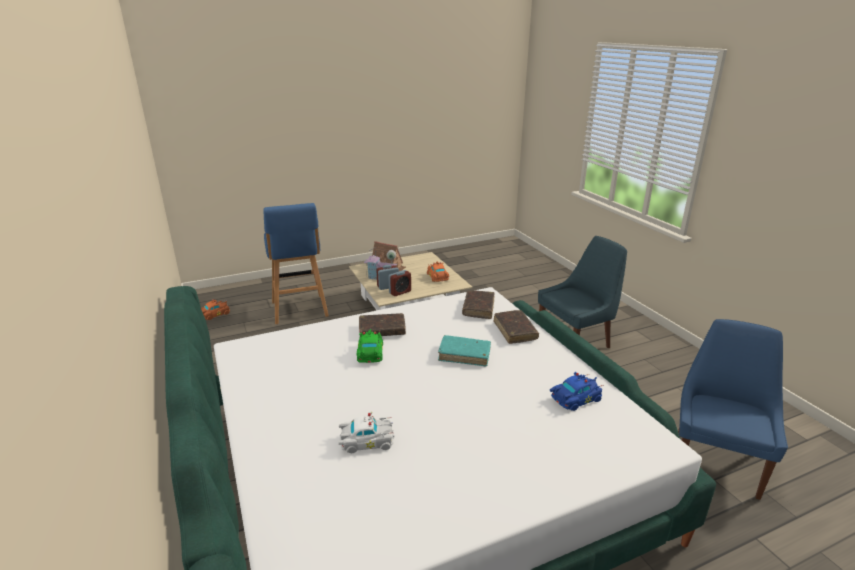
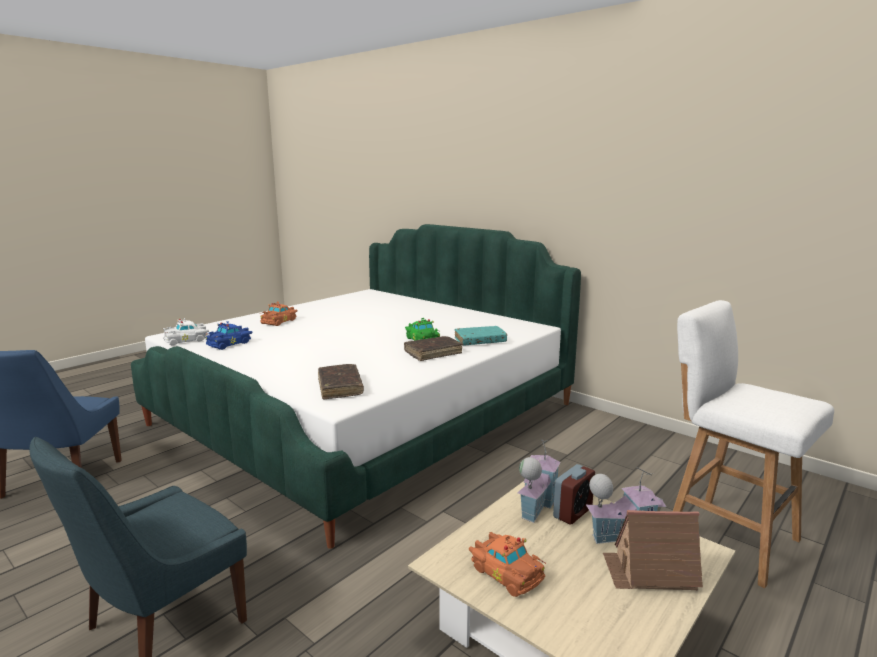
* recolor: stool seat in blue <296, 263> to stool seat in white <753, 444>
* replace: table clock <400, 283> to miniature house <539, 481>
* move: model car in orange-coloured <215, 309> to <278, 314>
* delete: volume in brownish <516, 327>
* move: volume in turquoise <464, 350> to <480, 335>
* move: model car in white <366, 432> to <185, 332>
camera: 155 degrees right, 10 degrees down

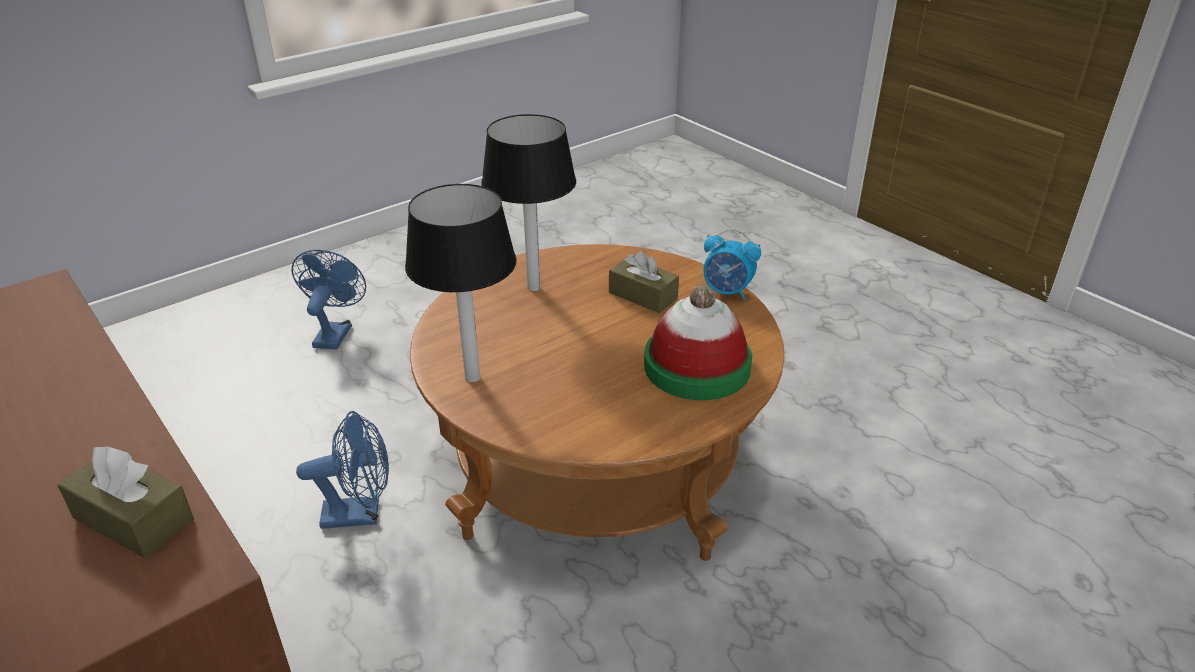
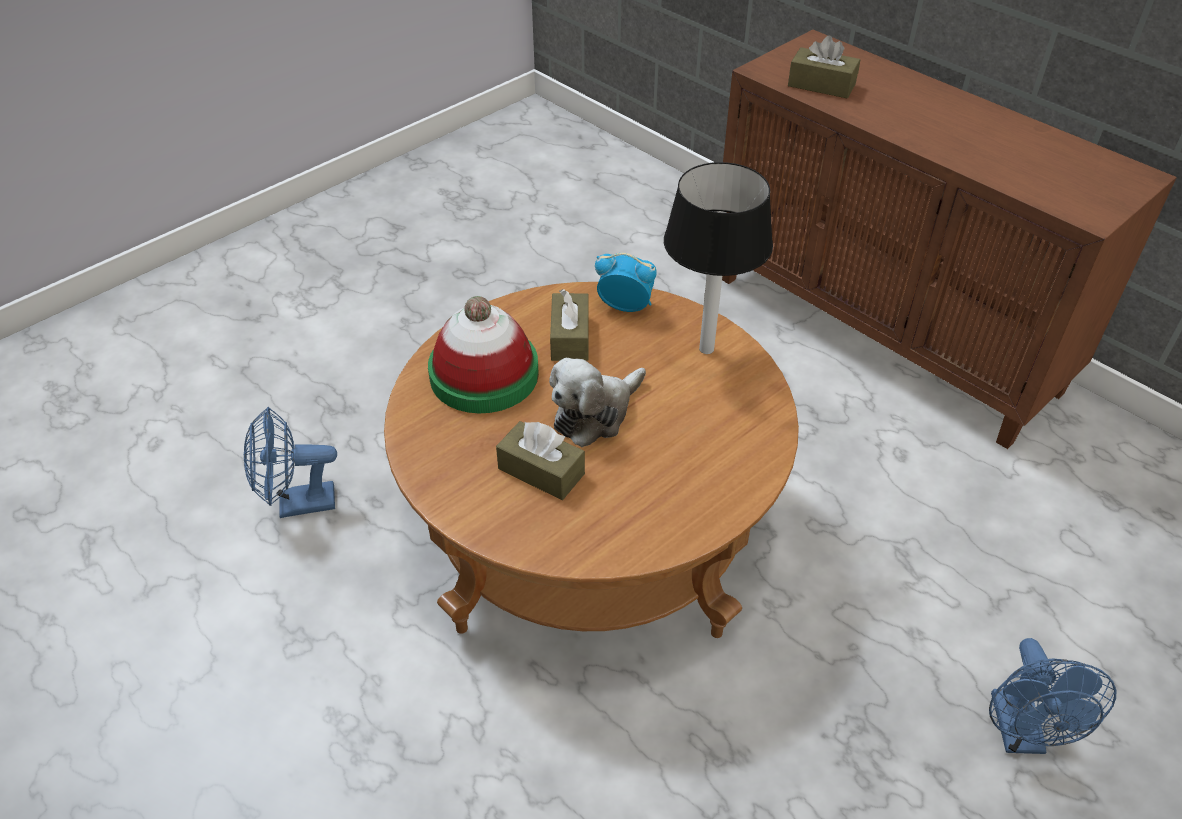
* delete: table lamp <528, 202>
* move: table clock <732, 265> to <626, 282>
* move: electric fan in blue <342, 470> to <290, 462>
* insert: box of tissues in brownish <569, 325>
* insert: plush toy <597, 402>
camera: 175 degrees right, 10 degrees up

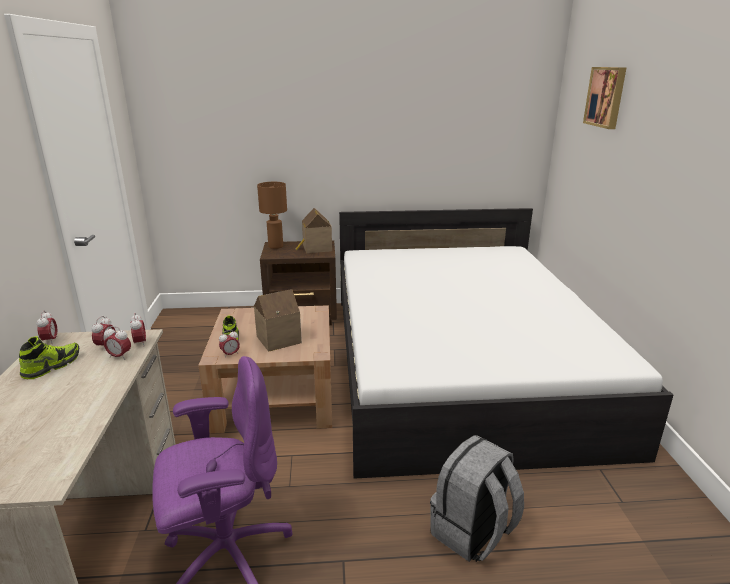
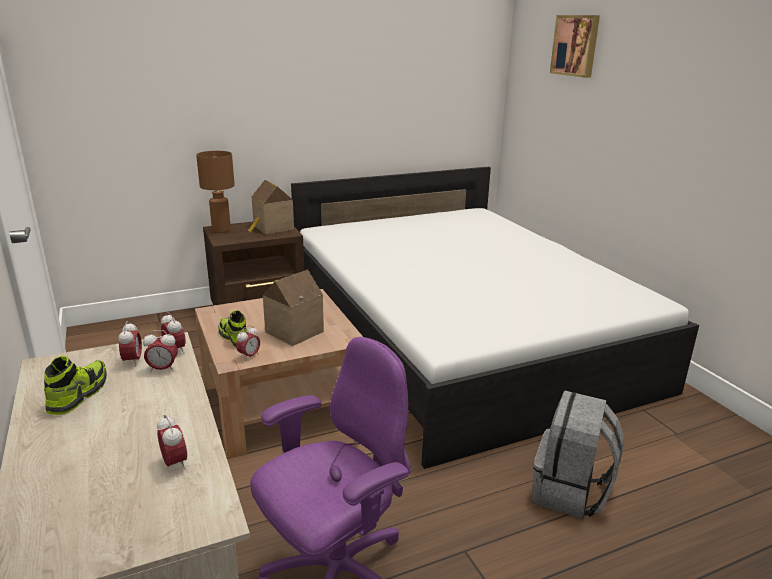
* move: table clock <47, 327> to <172, 442>
camera: 20 degrees left, 0 degrees up

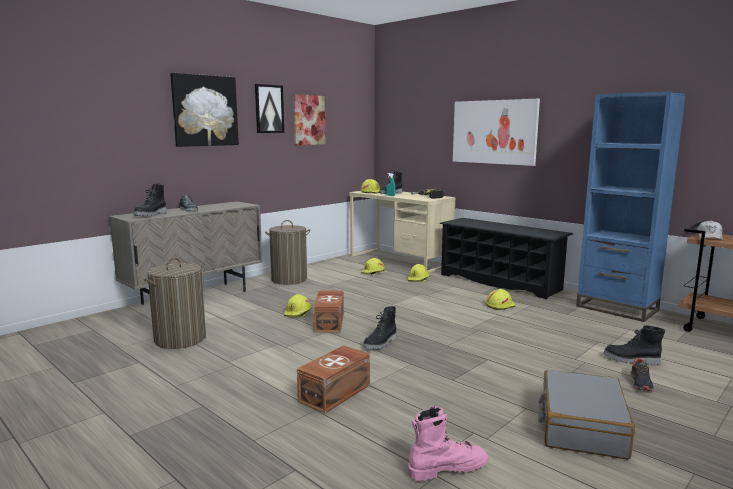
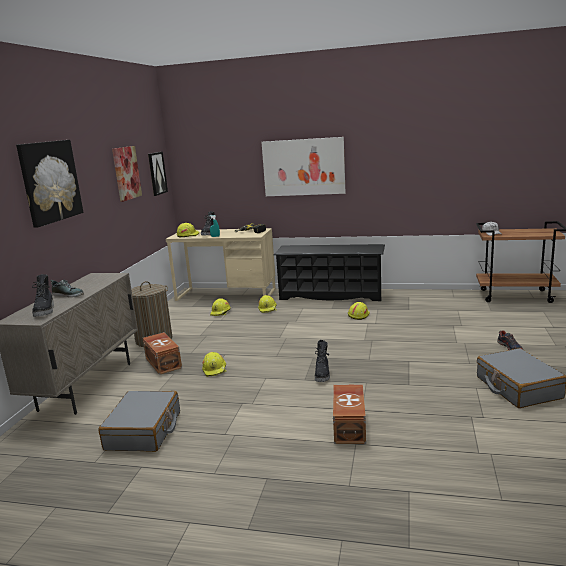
* move: picture <269, 108> to <158, 174>
* delete: bookshelf in blue <631, 206>
* replace: washing basket <175, 303> to travel case in grey <139, 421>
* move: storage container in brownish <328, 311> to <162, 353>
* delete: tall boot in black <634, 345>
* delete: tall boot in pinkish <448, 443>
camera: 30 degrees left, 5 degrees up

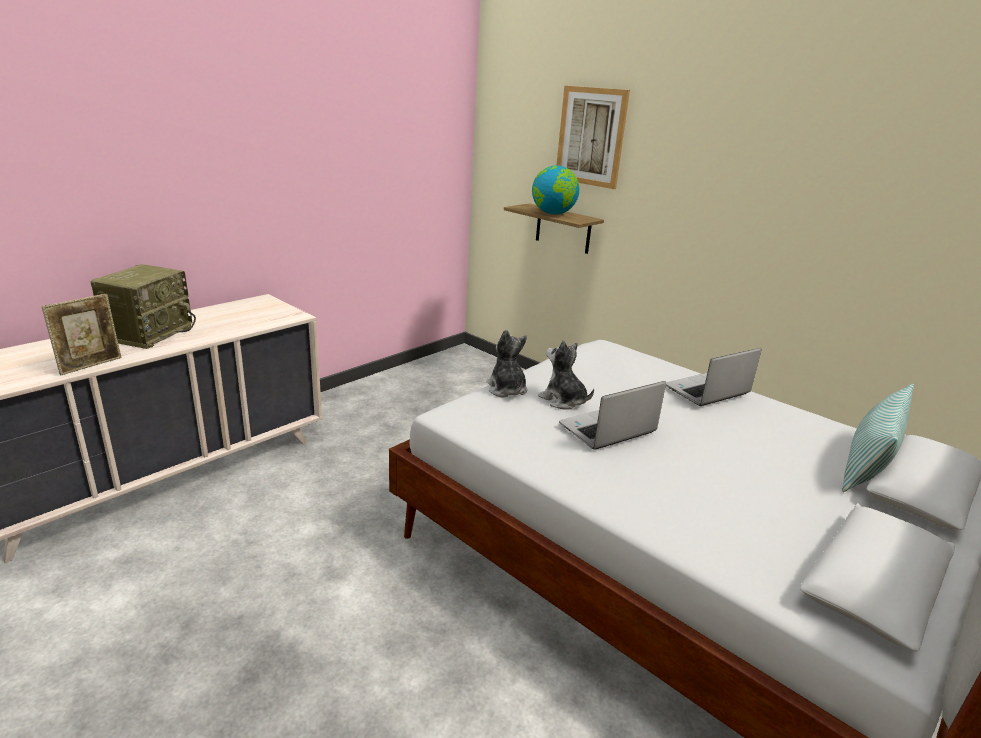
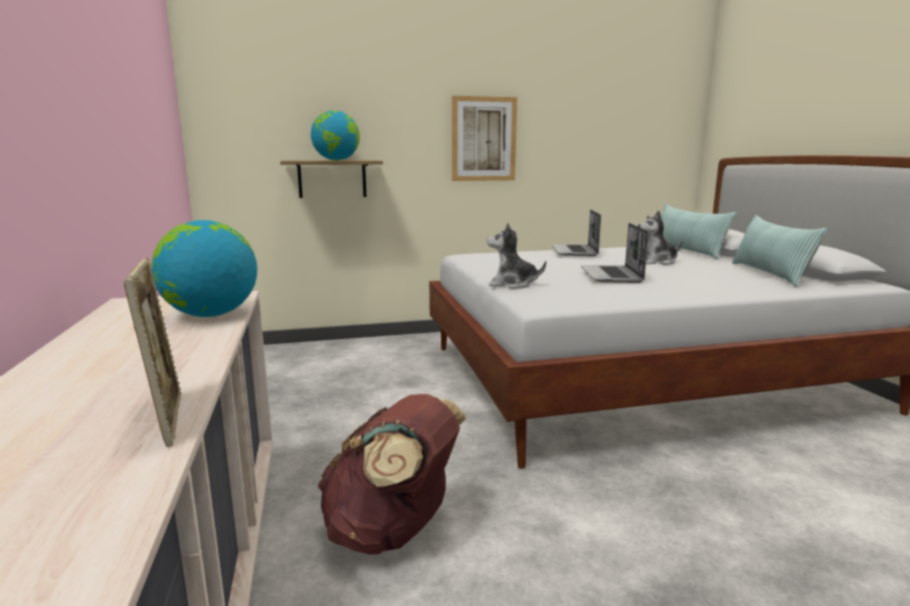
* move: picture <593, 137> to <484, 138>
* delete: radio receiver <143, 306>
* move: plush toy <566, 375> to <660, 238>
* insert: throw pillow <780, 251>
* insert: globe <204, 268>
* insert: rucksack in brownish <392, 474>
camera: 55 degrees left, 10 degrees down

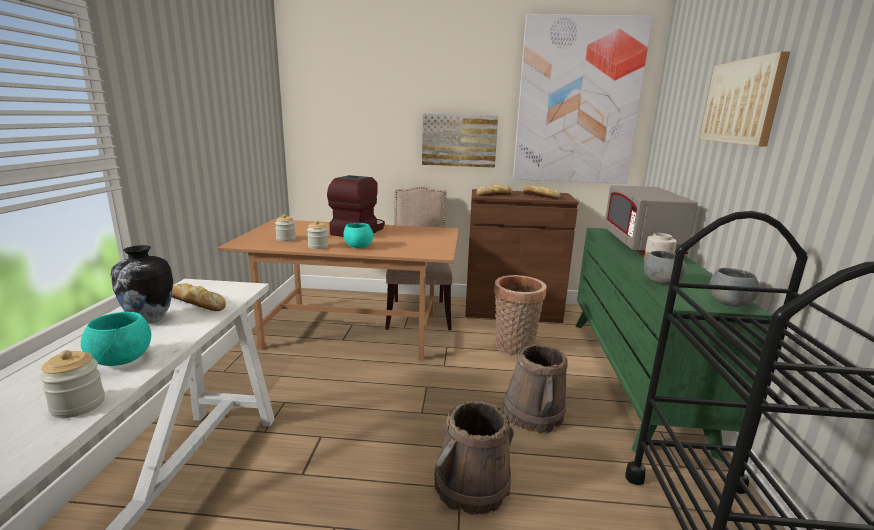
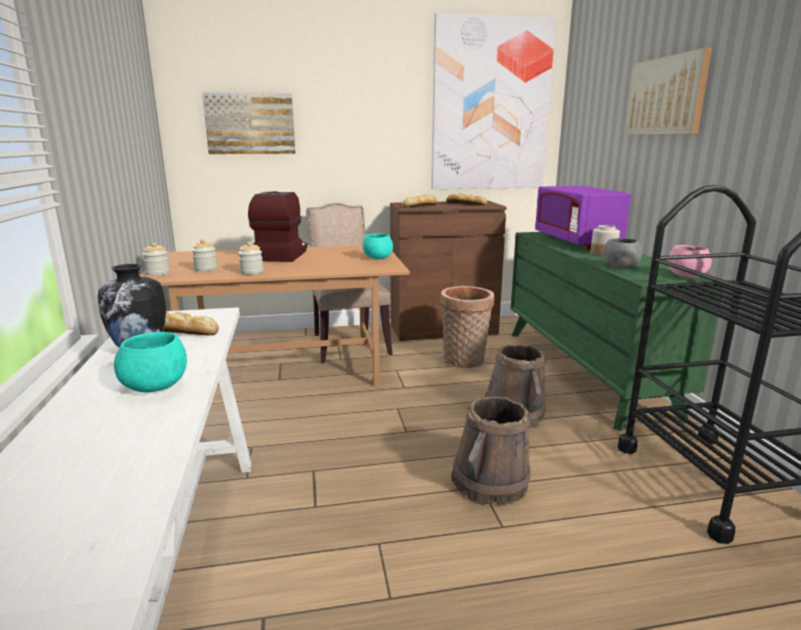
* move: picture <460, 140> to <248, 123>
* recolor: microwave in grey <651, 220> to microwave in purplish <583, 218>
* move: deep dish in turquoise <358, 235> to <378, 246>
* recolor: deep dish in grey <734, 287> to deep dish in pinkish <690, 261>
* move: jar <72, 384> to <156, 259>
camera: 15 degrees left, 0 degrees up

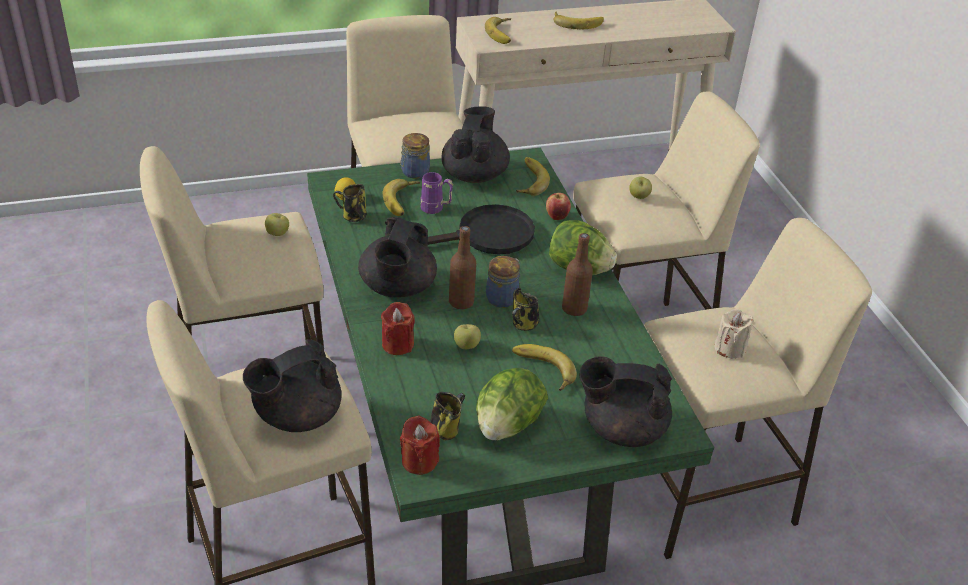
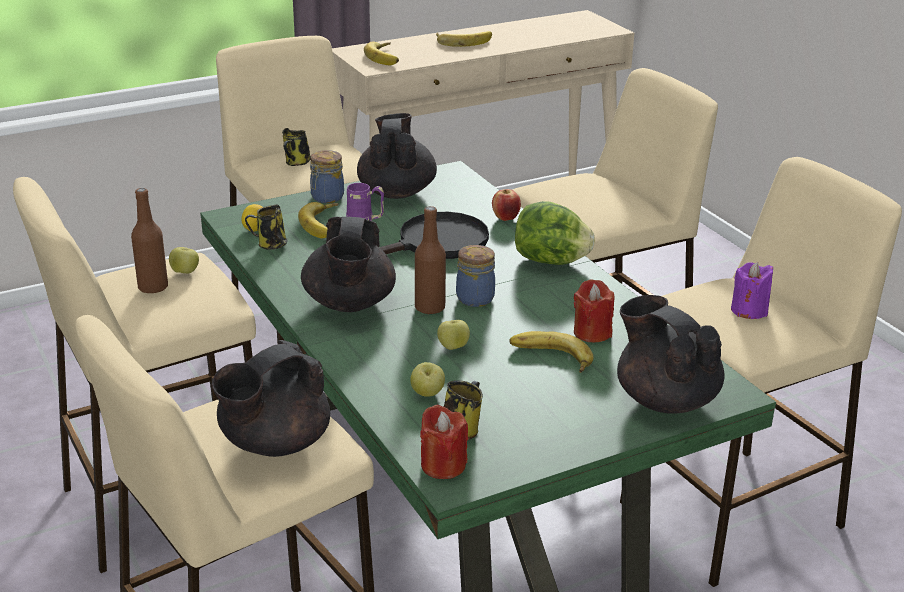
* delete: banana fruit <533, 176>
* move: apple fruit <640, 188> to <427, 379>
* move: bottle in brownish <577, 274> to <149, 241>
* move: mug <526, 309> to <296, 147>
* move: wax candle in reddish <398, 328> to <594, 310>
* recolor: wax candle in beige <734, 334> to wax candle in purplish <752, 290>
* rotate: pot for tea in black <625, 402> = <671, 354> 60 degrees clockwise
* delete: lettuce <512, 404>
camera: 10 degrees left, 10 degrees down

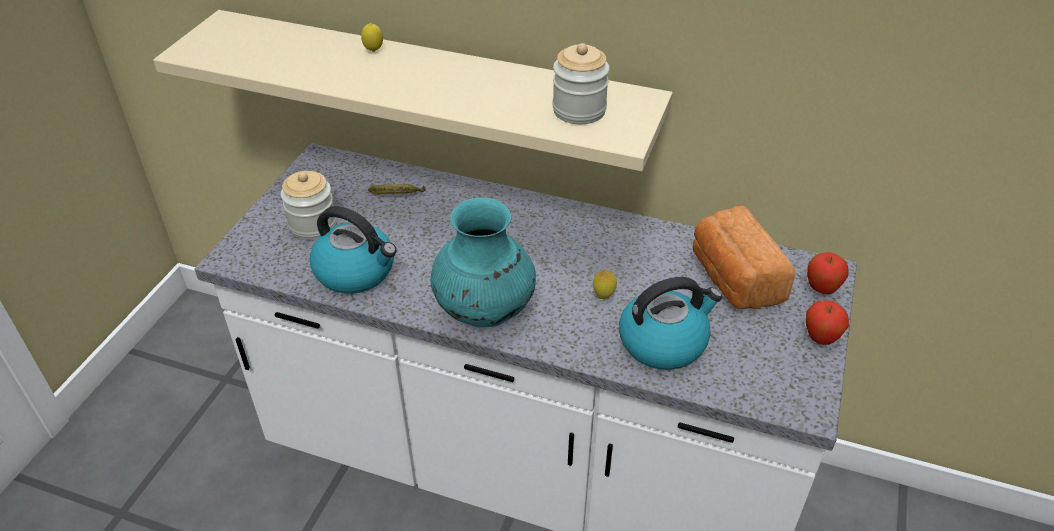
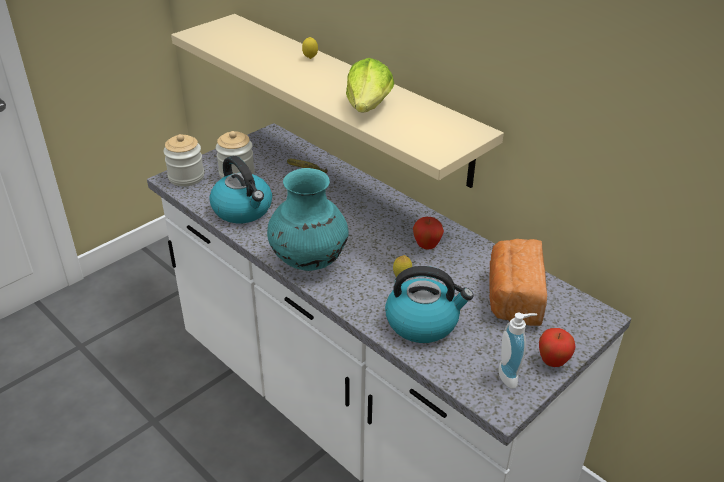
* move: jar <581, 83> to <183, 160>
* move: apple fruit <828, 273> to <428, 233>
* insert: lettuce <370, 85>
* insert: liquid soap bottle <518, 351>
camera: 25 degrees right, 5 degrees down

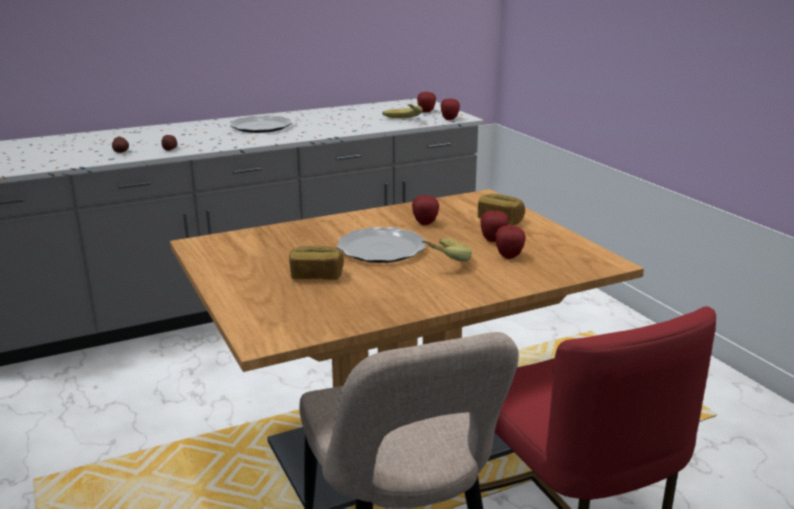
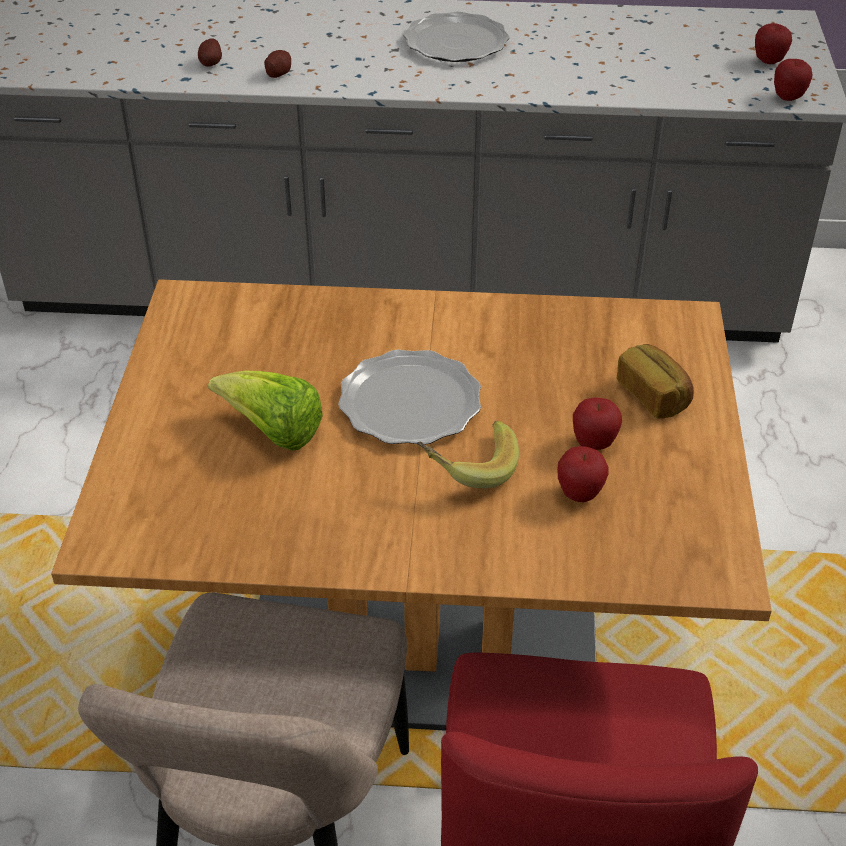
* delete: banana fruit <402, 111>
* delete: apple fruit <425, 210>
* replace: baked bread <316, 263> to lettuce <265, 410>
camera: 30 degrees right, 20 degrees up

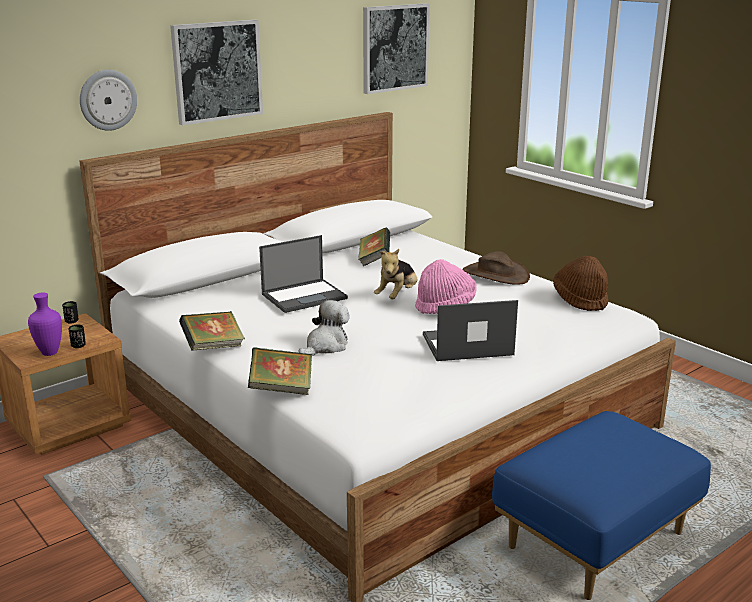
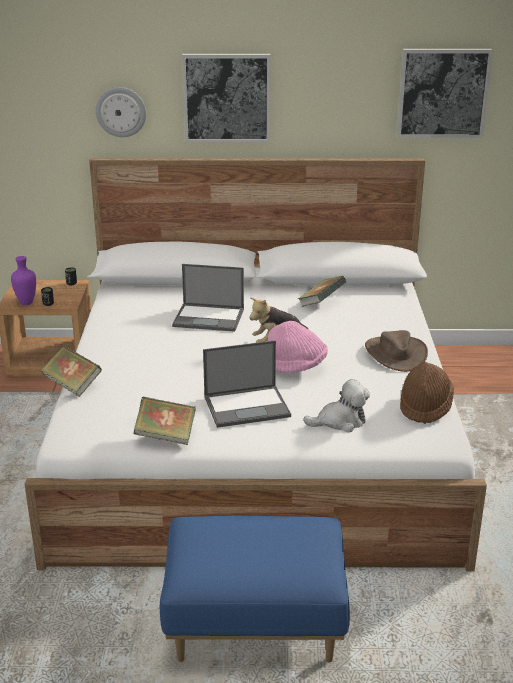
* move: plush toy <324, 328> to <336, 405>
* rotate: notebook computer <470, 330> = <247, 384> 135 degrees clockwise
* move: volume <212, 330> to <165, 421>
camera: 40 degrees right, 5 degrees up

